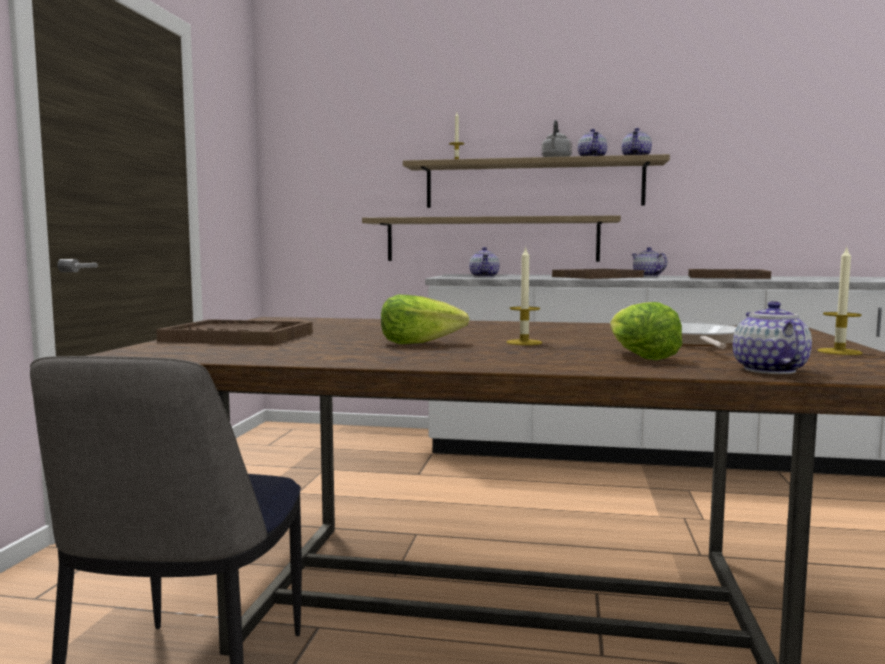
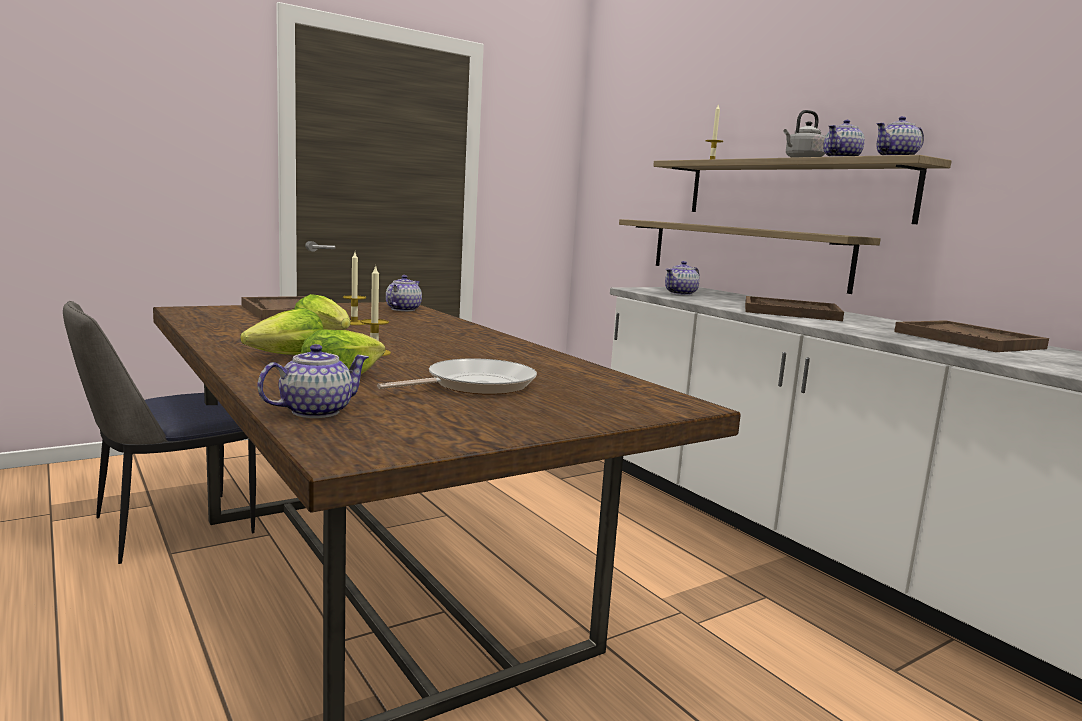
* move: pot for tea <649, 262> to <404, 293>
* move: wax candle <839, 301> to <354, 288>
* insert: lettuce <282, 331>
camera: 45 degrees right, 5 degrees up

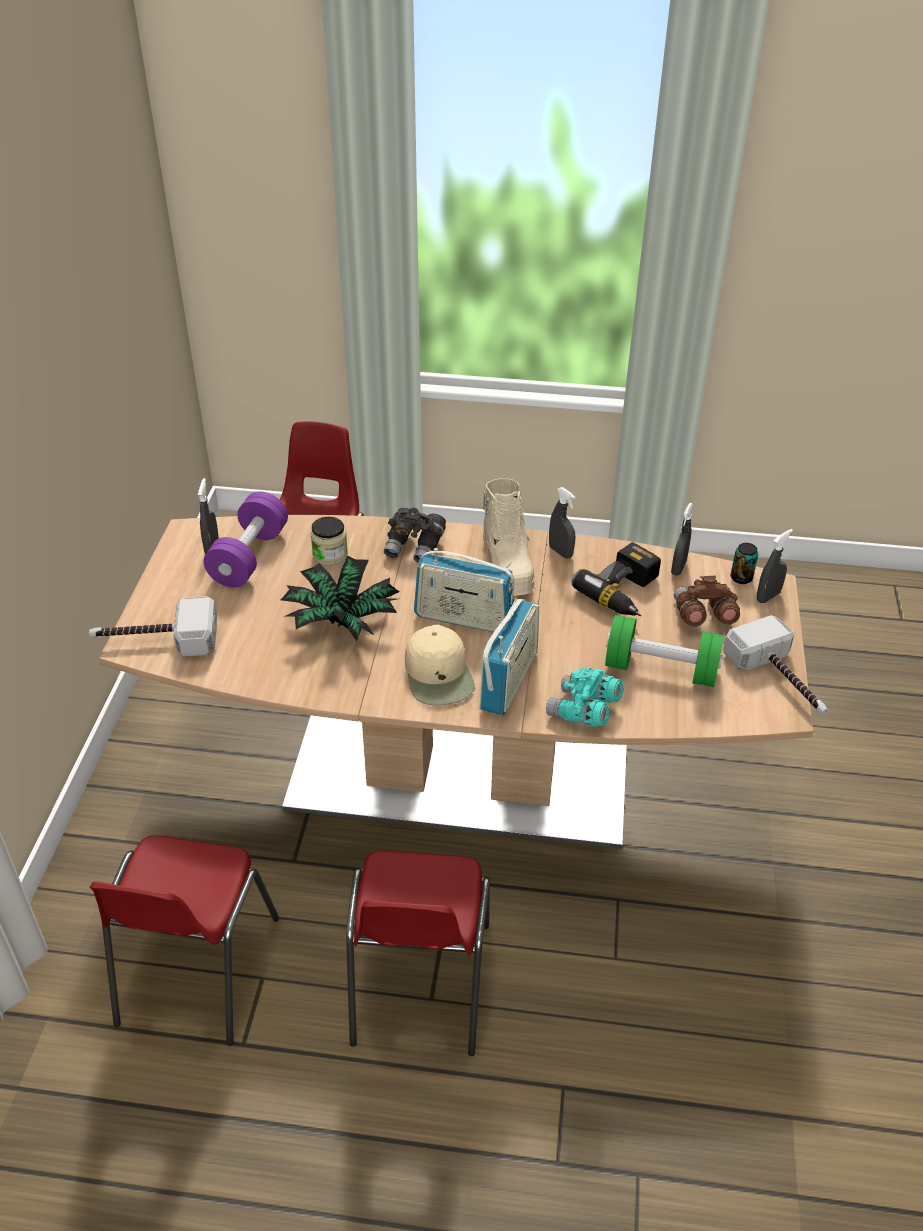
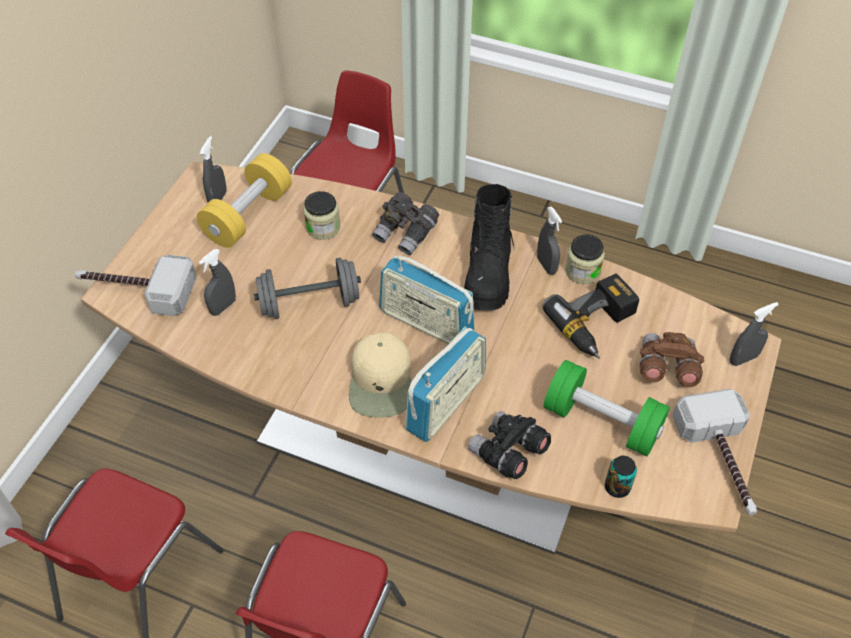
* recolor: tall boot in beige <509, 537> to tall boot in black <489, 247>
* recolor: hand weight in purplish <245, 539> to hand weight in yellow-coloured <244, 200>
* move: sprayer in grey <682, 539> to <217, 282>
* move: can <744, 563> to <621, 477>
* replace: houseplant <340, 599> to hand weight in grey <307, 288>
* recolor: binoculars in turquoise <585, 697> to binoculars in black <509, 445>
* insert: jar <585, 259>
camera: 15 degrees right, 10 degrees up

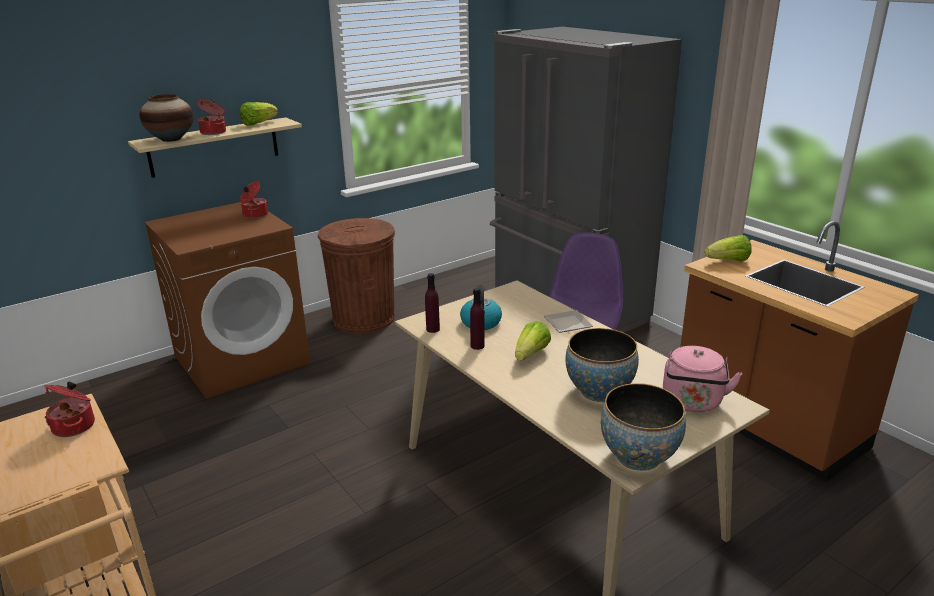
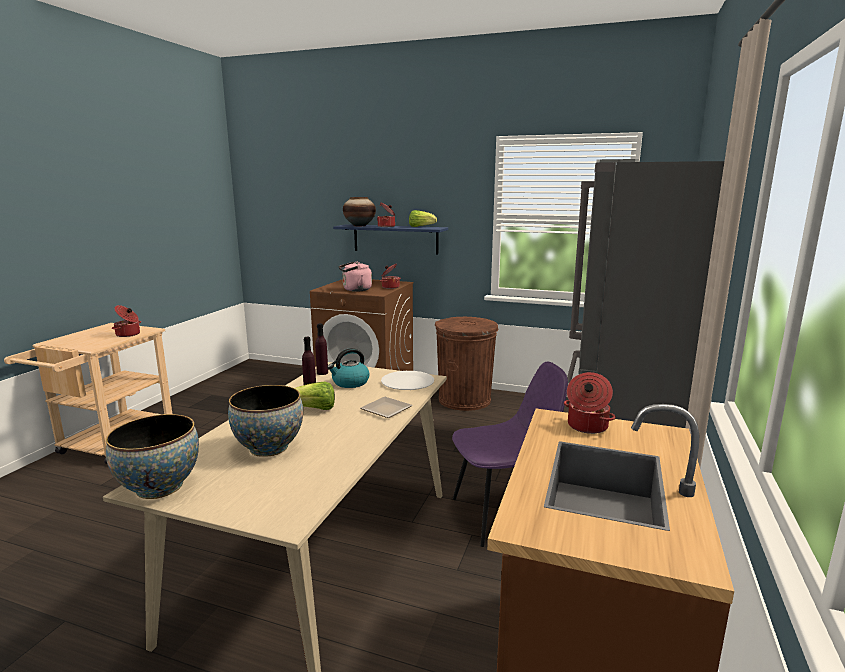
* recolor: bracket shelf in beige <215, 147> to bracket shelf in blue <390, 239>
* replace: lettuce <728, 248> to saucepot <590, 403>
* move: kettle in pinkish <702, 379> to <355, 277>
* insert: plate in white <407, 380>
camera: 55 degrees right, 10 degrees down

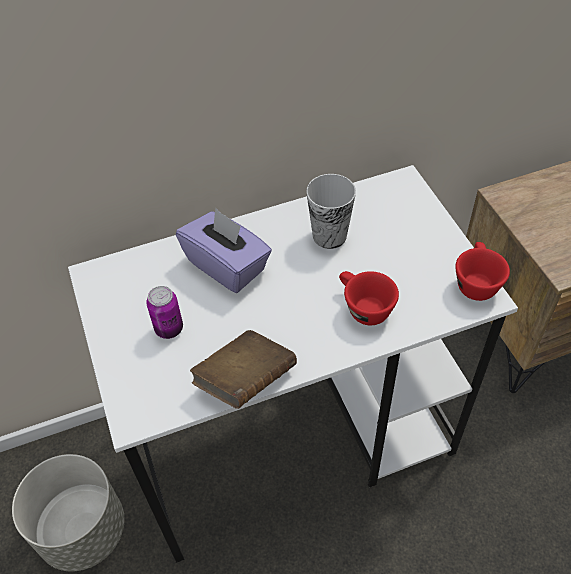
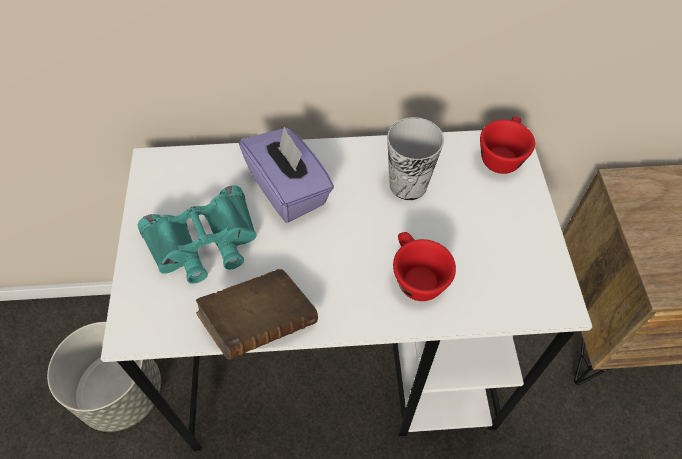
* move: cup in reddish <482, 271> to <507, 145>
* replace: can <164, 312> to binoculars in turquoise <197, 235>
camera: 15 degrees right, 5 degrees up

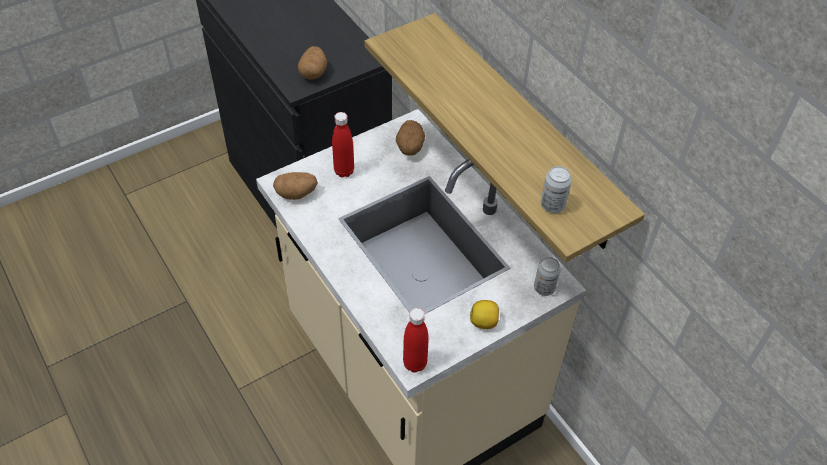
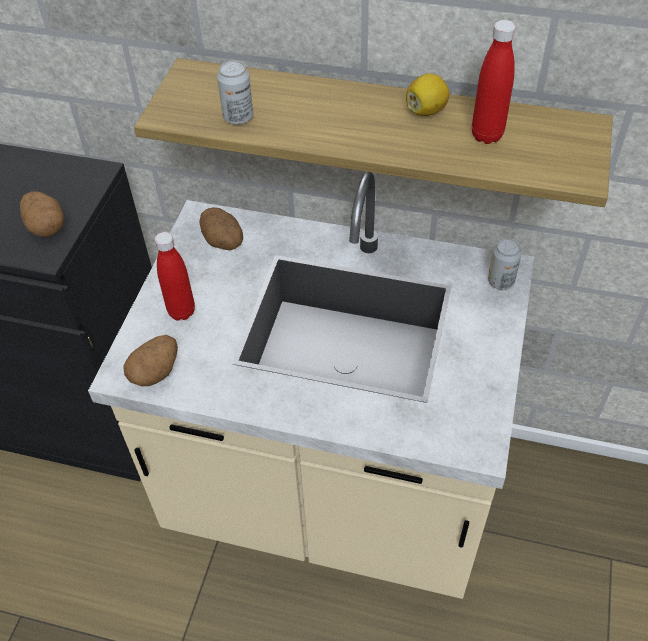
* move: can <556, 189> to <235, 93>
* move: citrus fruit <484, 314> to <428, 95>
* move: bottle in reddish <416, 340> to <494, 82>
camera: 40 degrees left, 0 degrees up

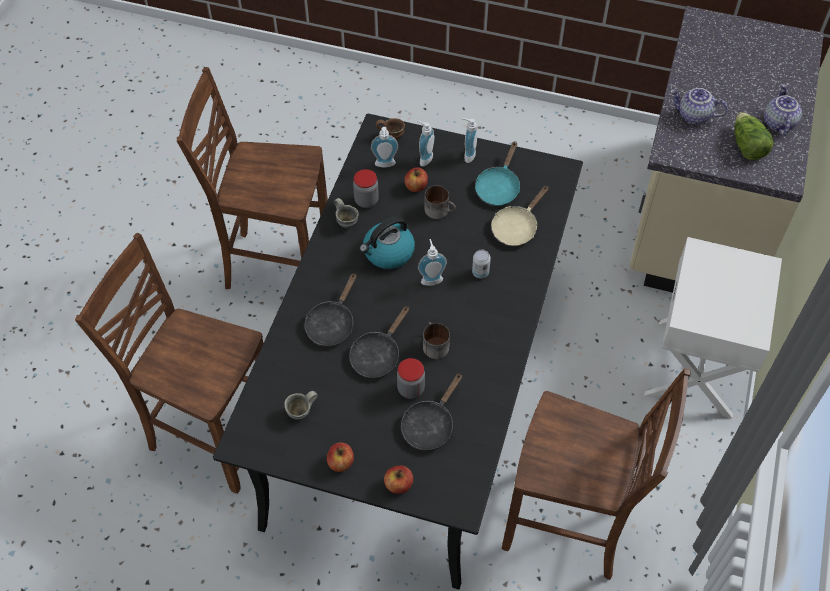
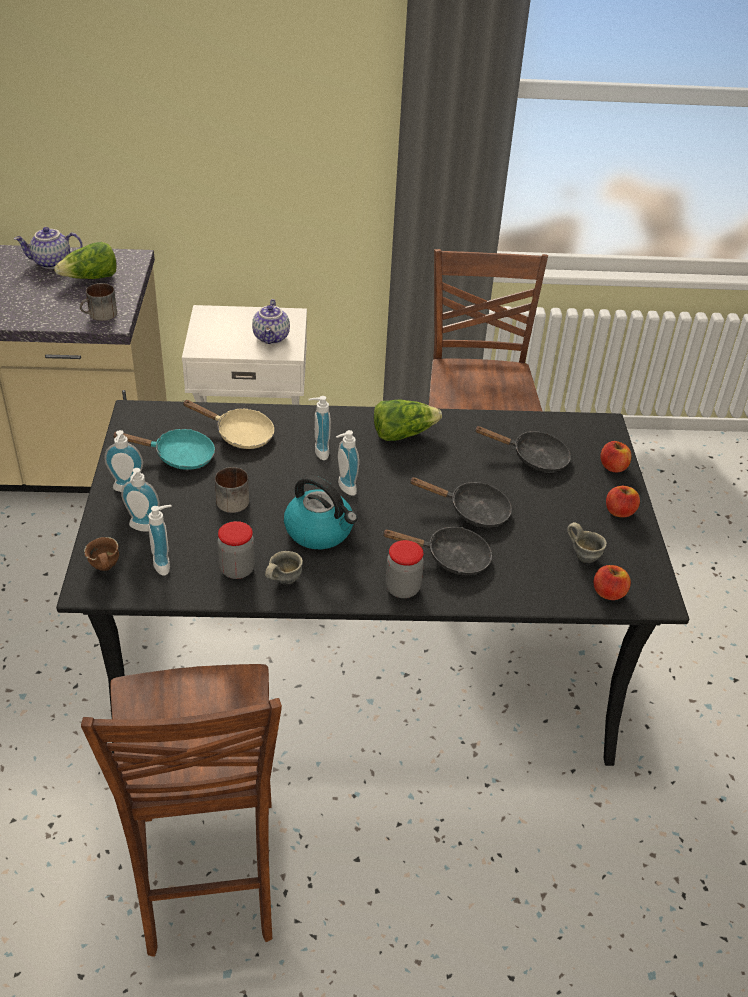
* move: pot for tea <699, 106> to <271, 321>
* move: apple fruit <416, 179> to <612, 582>
* delete: chair in brownish <169, 363>
* replace: can <481, 264> to liquid soap bottle <320, 428>
* move: mug <436, 340> to <98, 302>
* move: jar <411, 378> to <405, 569>
* insert: lettuce <408, 420>
camera: 110 degrees left, 15 degrees down

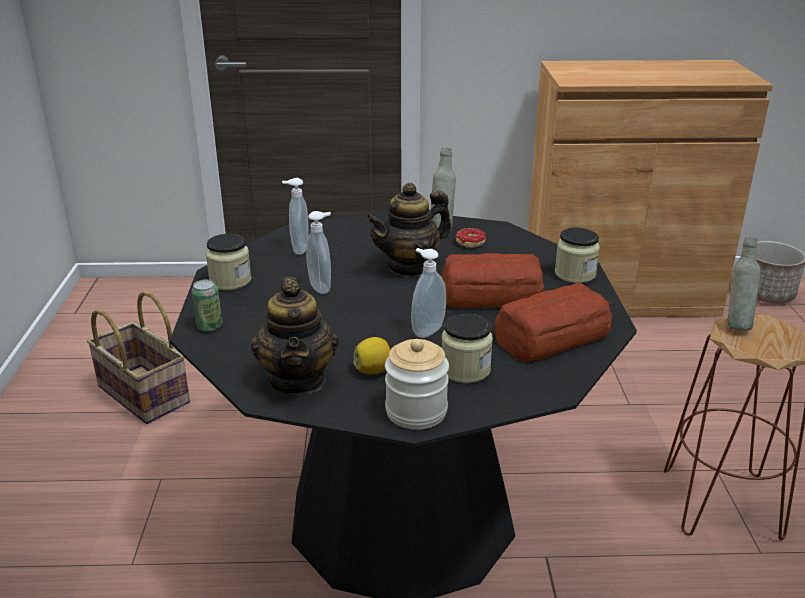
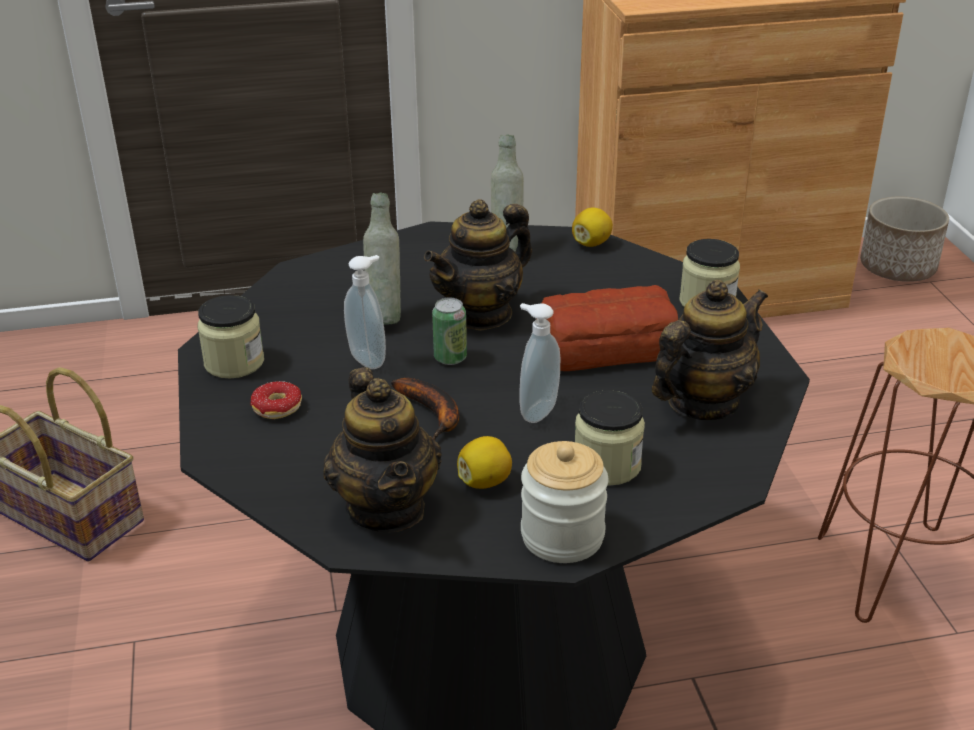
* delete: liquid soap bottle <295, 216>
* move: ring doughnut <471, 238> to <279, 400>
* move: bottle in grey <744, 283> to <382, 258>
* move: can <207, 305> to <449, 331>
* replace: baked bread <554, 322> to pot for tea <710, 350>
* insert: citrus fruit <592, 227>
* insert: banana fruit <425, 409>
camera: 10 degrees left, 5 degrees up

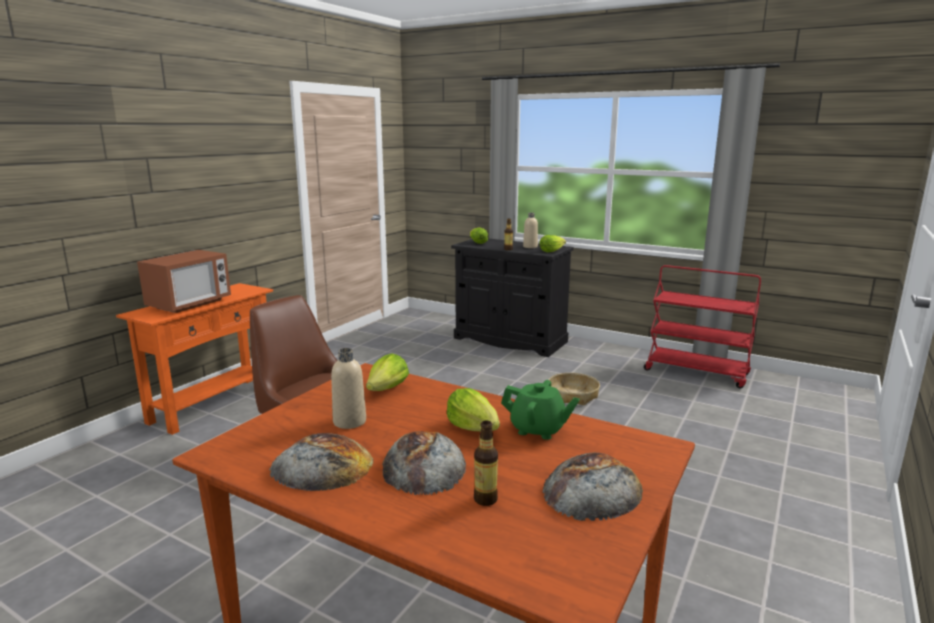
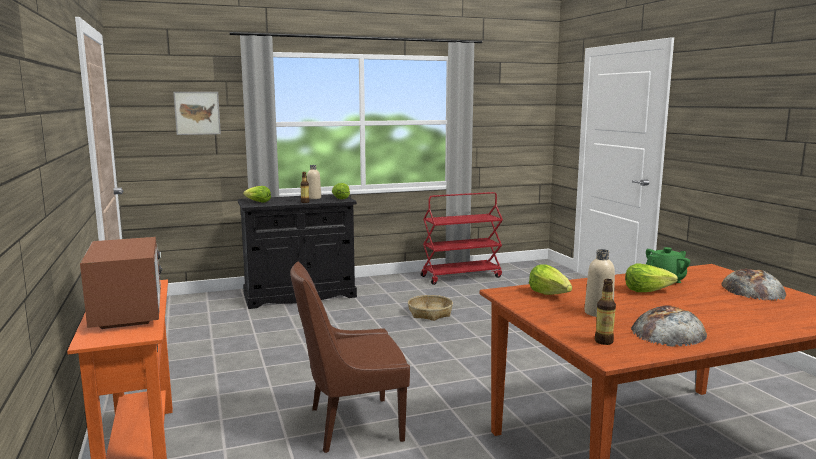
* move: bottle <486, 463> to <605, 312>
* delete: baked bread <424, 463>
* insert: picture <197, 113>
camera: 50 degrees left, 5 degrees down

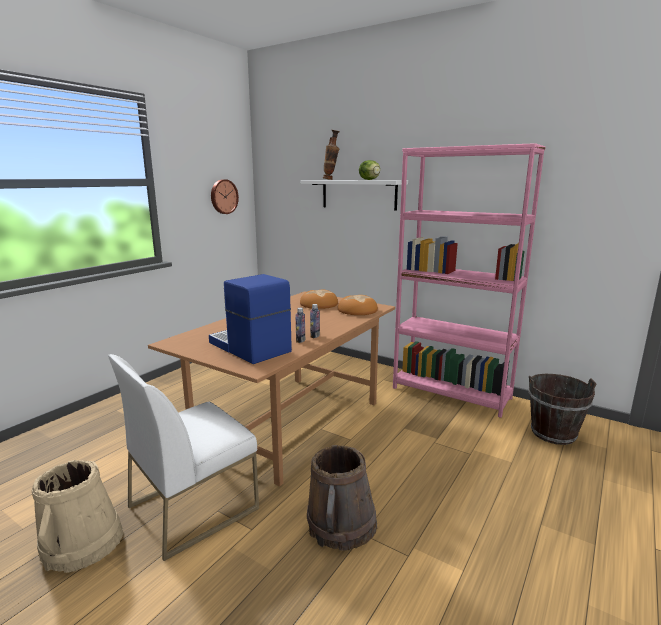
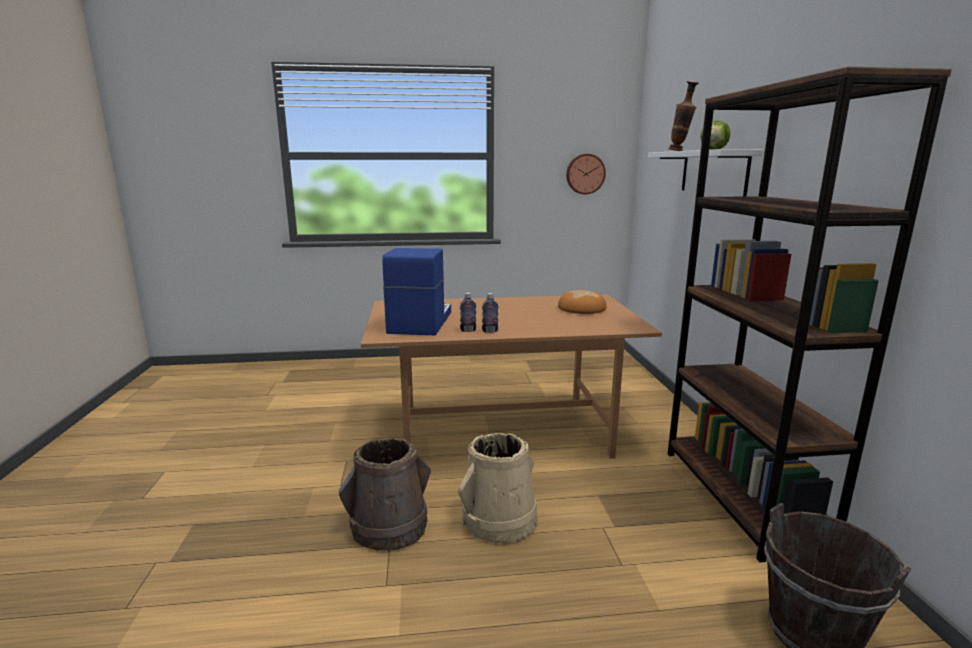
* recolor: bookshelf in pinkish <469, 280> to bookshelf in brownish <810, 314>
* delete: baked bread <358, 305>
* delete: chair in white <183, 457>
* move: water bucket in beige <77, 516> to <498, 488>
camera: 50 degrees right, 0 degrees up

